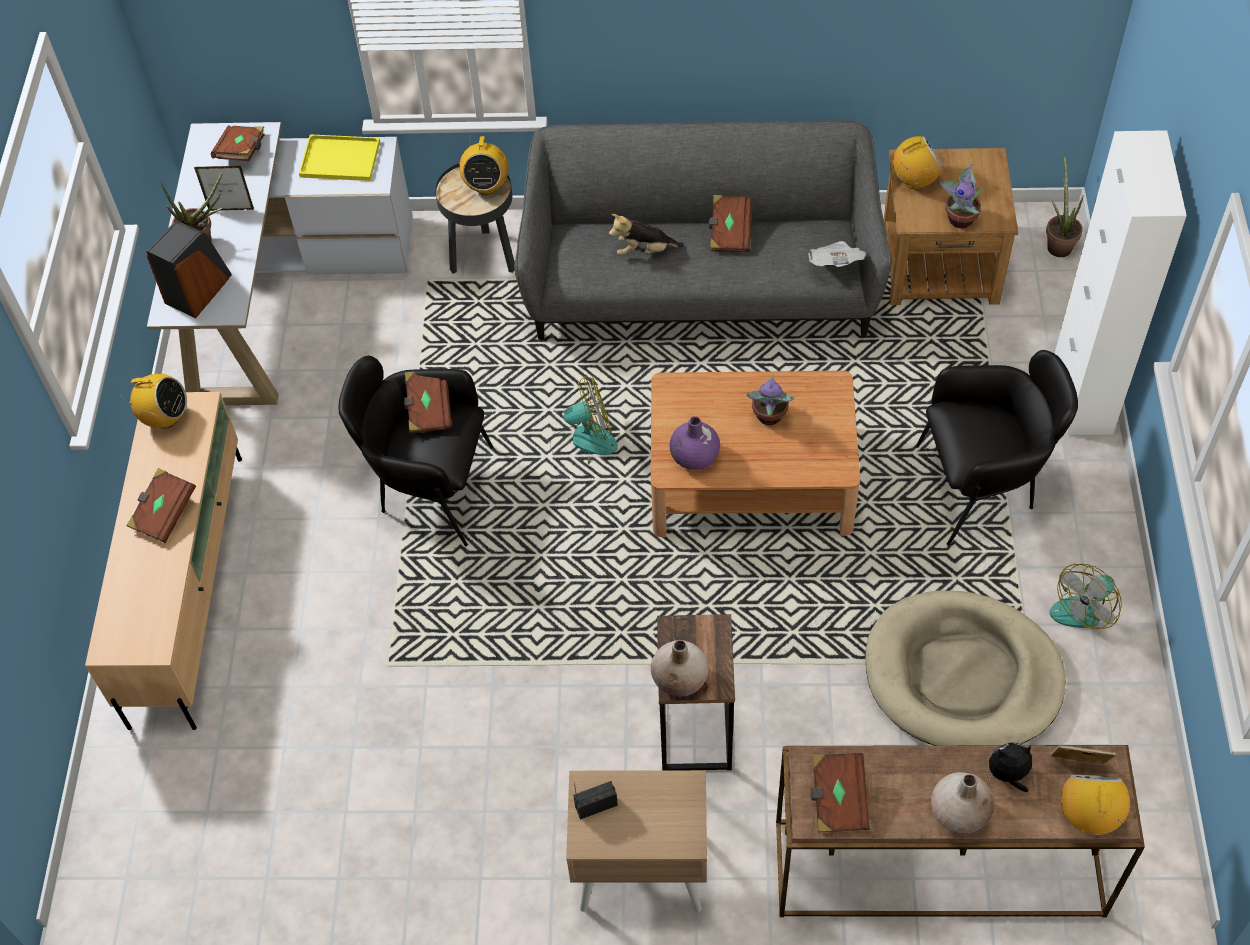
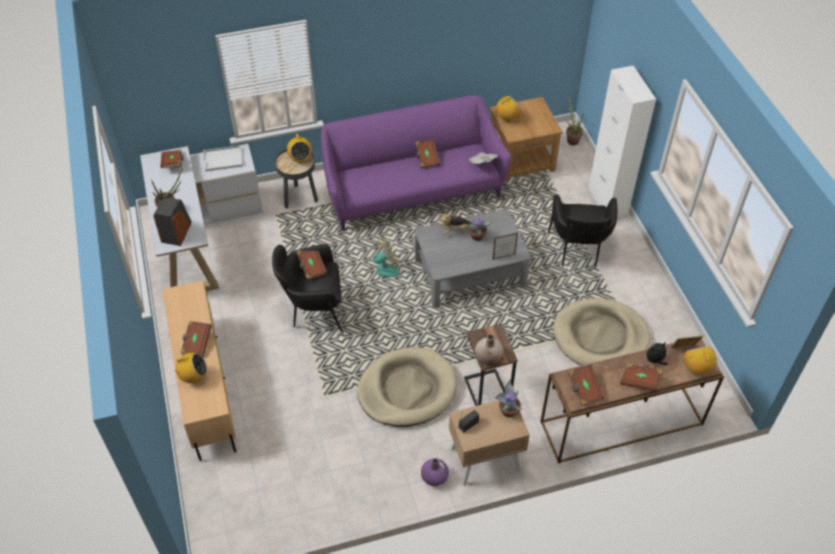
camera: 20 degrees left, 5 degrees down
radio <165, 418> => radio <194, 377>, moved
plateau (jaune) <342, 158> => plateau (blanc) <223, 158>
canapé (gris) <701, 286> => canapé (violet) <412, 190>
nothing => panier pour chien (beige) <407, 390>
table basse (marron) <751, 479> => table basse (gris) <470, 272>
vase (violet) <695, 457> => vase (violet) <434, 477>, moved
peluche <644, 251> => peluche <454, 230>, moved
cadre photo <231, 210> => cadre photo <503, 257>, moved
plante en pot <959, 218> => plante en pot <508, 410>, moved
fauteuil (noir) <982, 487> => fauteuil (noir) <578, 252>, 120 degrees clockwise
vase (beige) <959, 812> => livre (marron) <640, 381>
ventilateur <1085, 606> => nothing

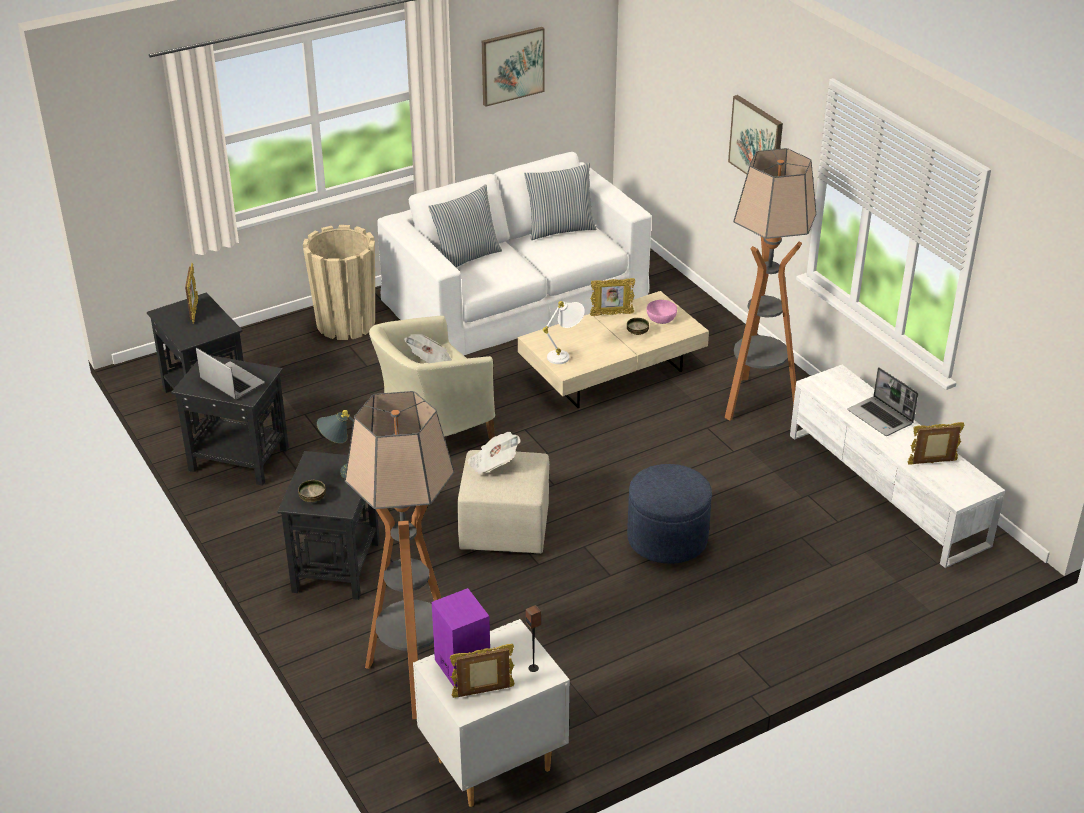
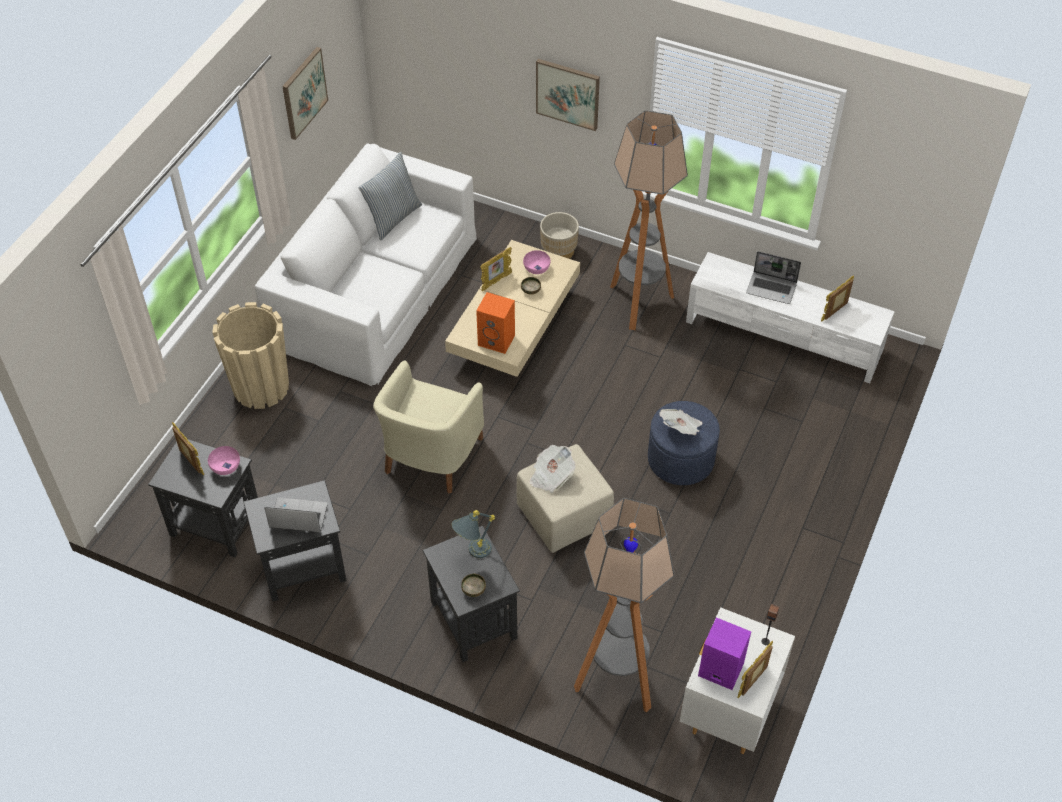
camera: 35 degrees left, 15 degrees up
nothing => bol (rose) <225, 467>
lampe de table (blanc) <565, 355> => enceinte (orange) <497, 340>
nothing => cache-pot (beige) <559, 251>
journal <430, 361> => journal <681, 428>, moved
coussin <466, 257> => nothing

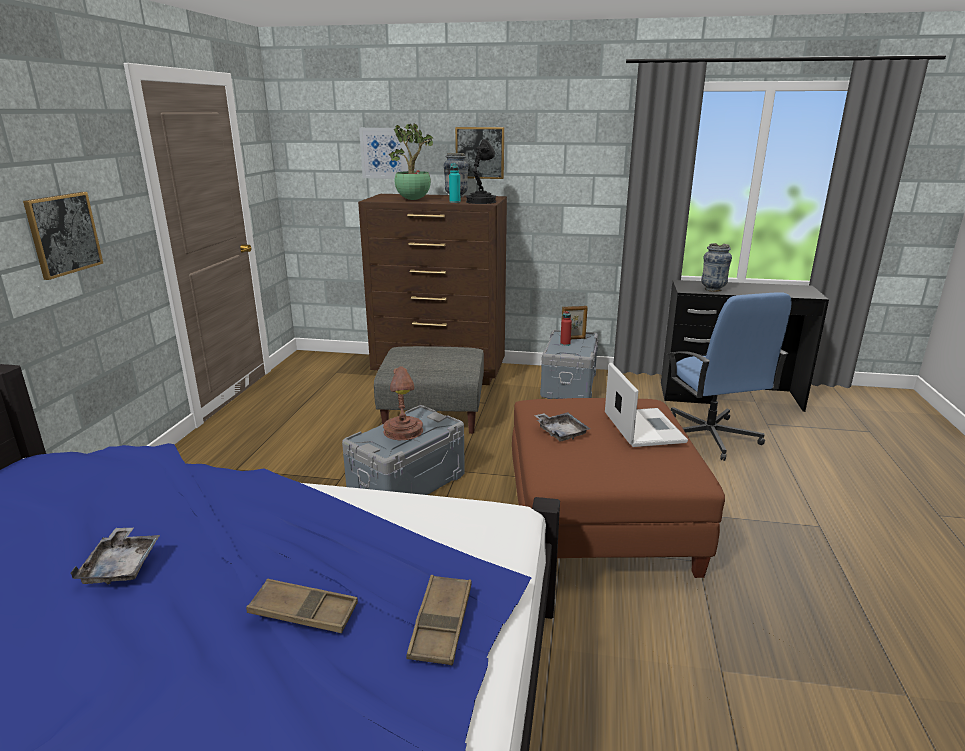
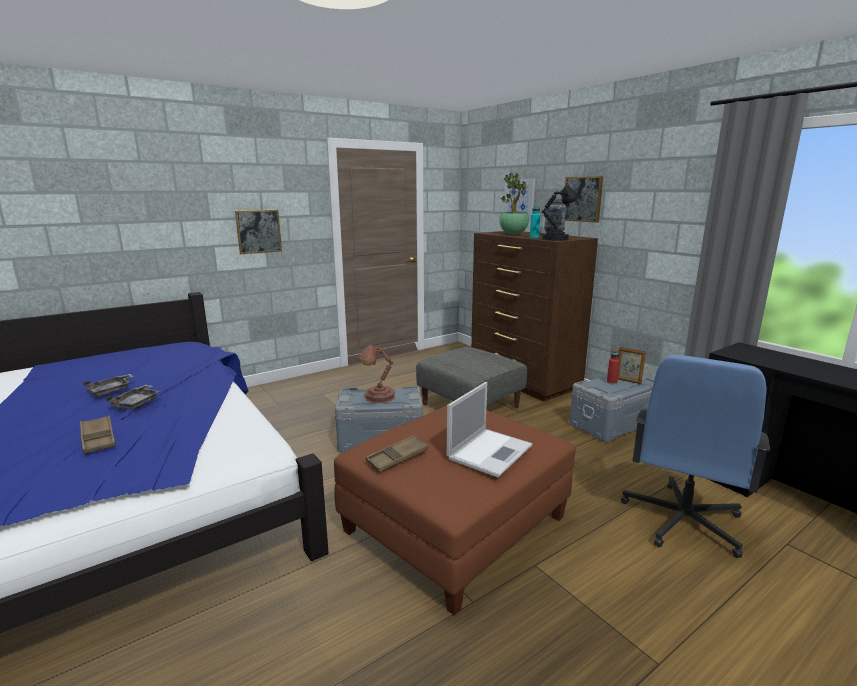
camera: 45 degrees right, 5 degrees down
plateau (gris) <561, 432> => plateau (gris) <137, 403>, moved
plateau (marron) <441, 624> => plateau (marron) <397, 457>, moved
vase <713, 289> => nothing

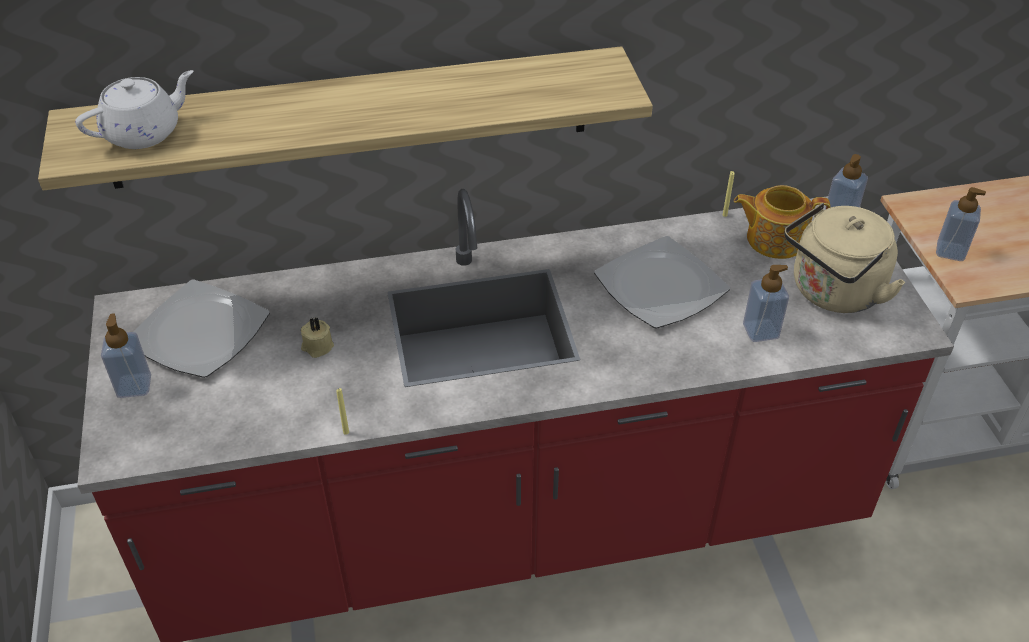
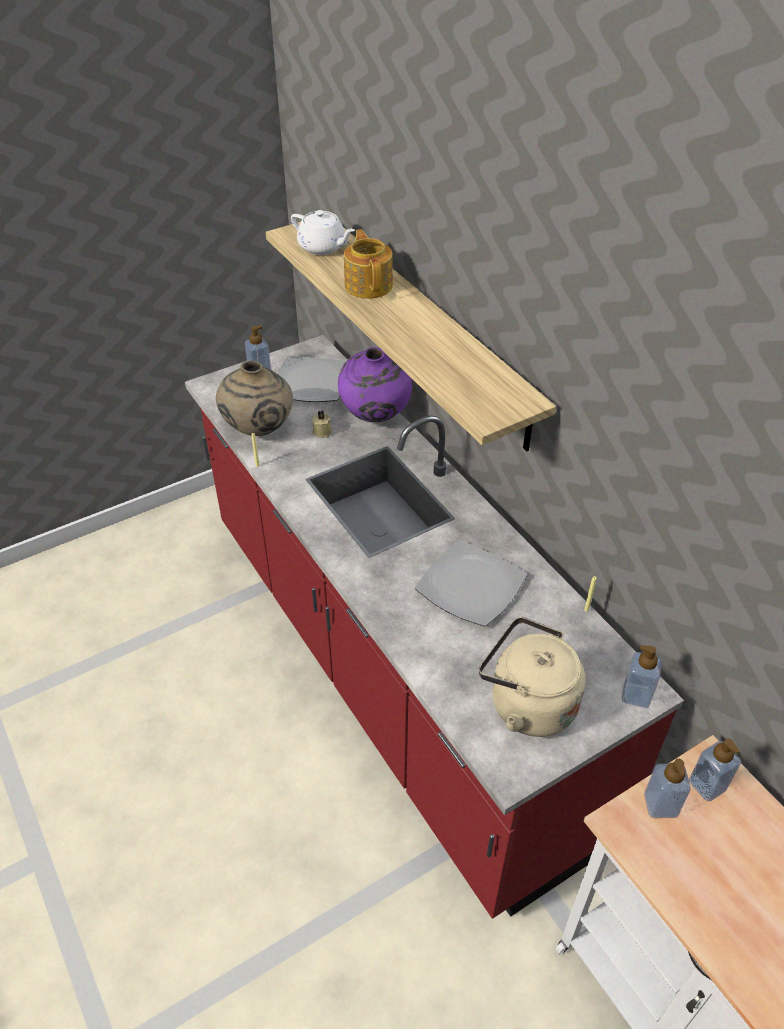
camera: 70 degrees right, 0 degrees up
nothing => vase (beige) <258, 430>
nothing => vase (violet) <376, 417>
théière <774, 239> => théière <369, 285>, moved
distributeur de savon <760, 331> => distributeur de savon <707, 785>, moved

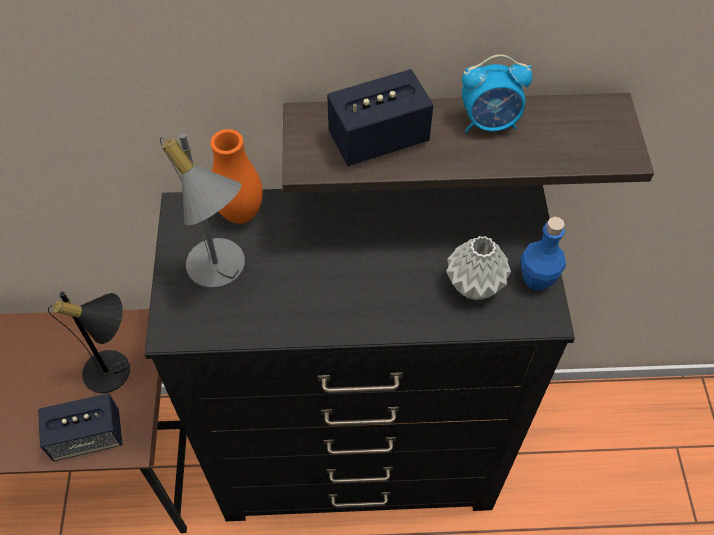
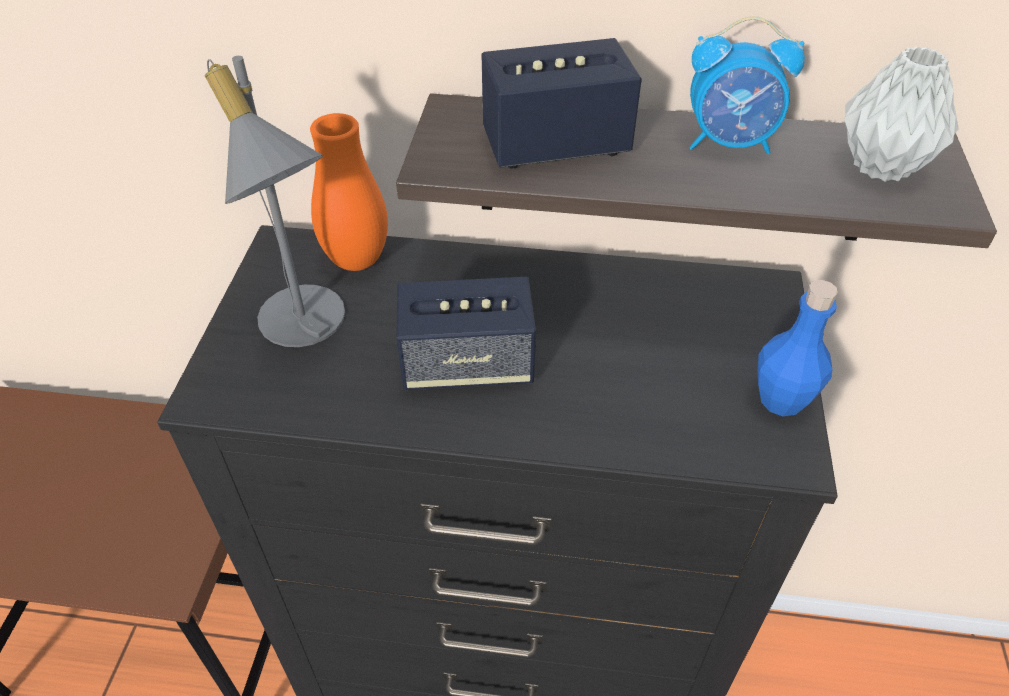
camera: 10 degrees right, 10 degrees down
enceinte <87, 436> => enceinte <467, 365>, moved
vase (gris) <473, 286> => vase (gris) <879, 166>, moved
lampe de table (noir) <116, 371> => nothing

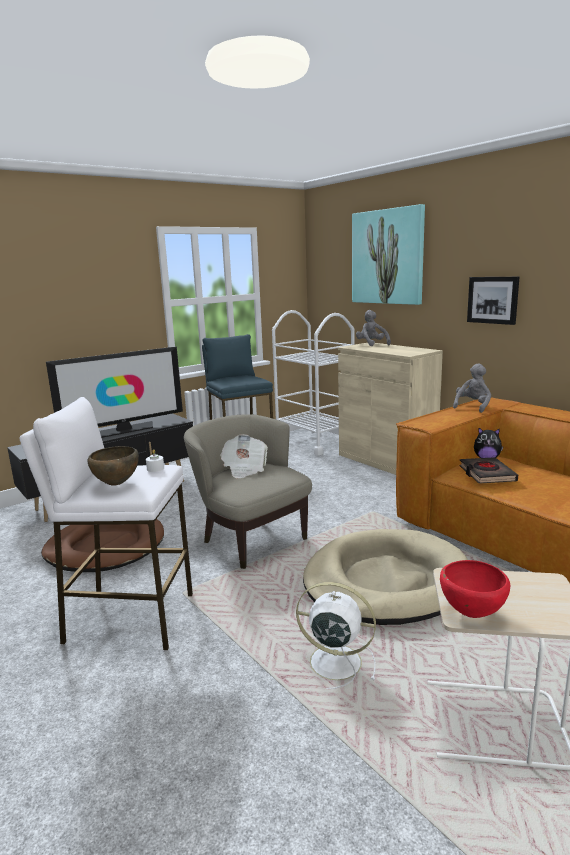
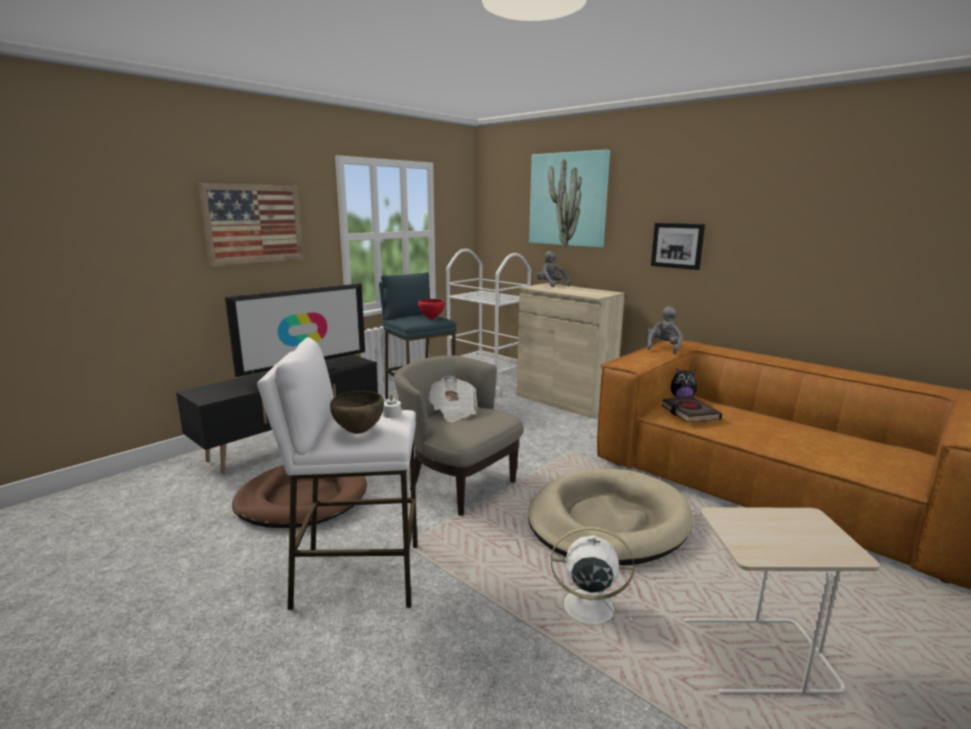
camera: 10 degrees left, 0 degrees up
nothing => tableau <254, 224>
bol (rouge) <471, 614> => bol (rouge) <431, 318>, moved

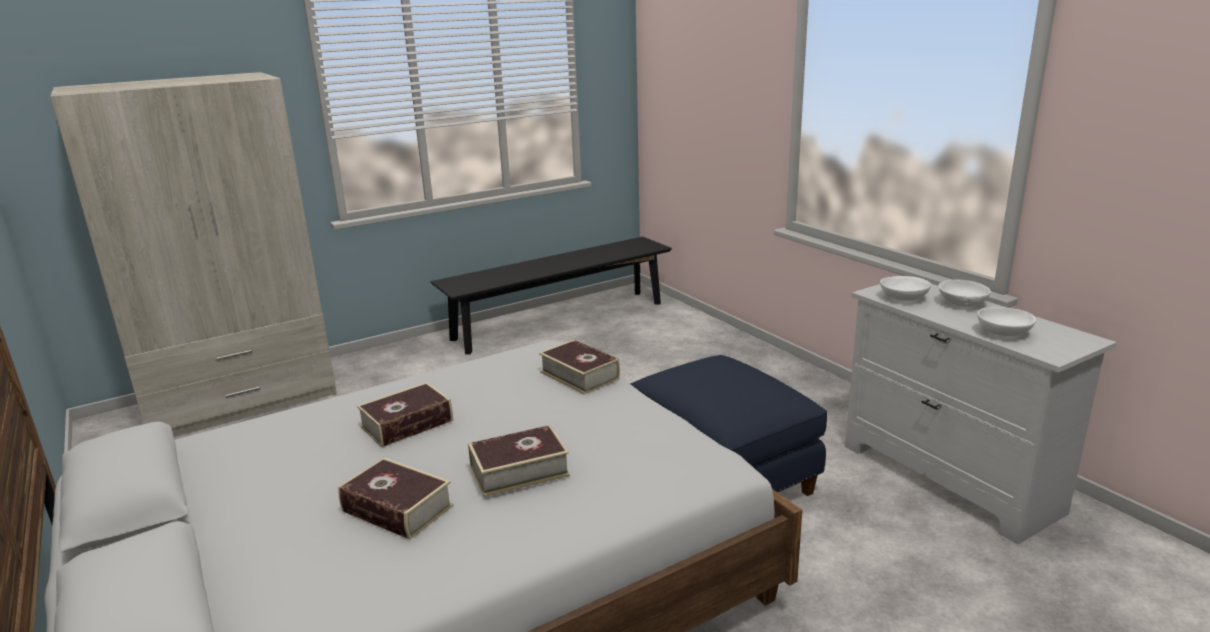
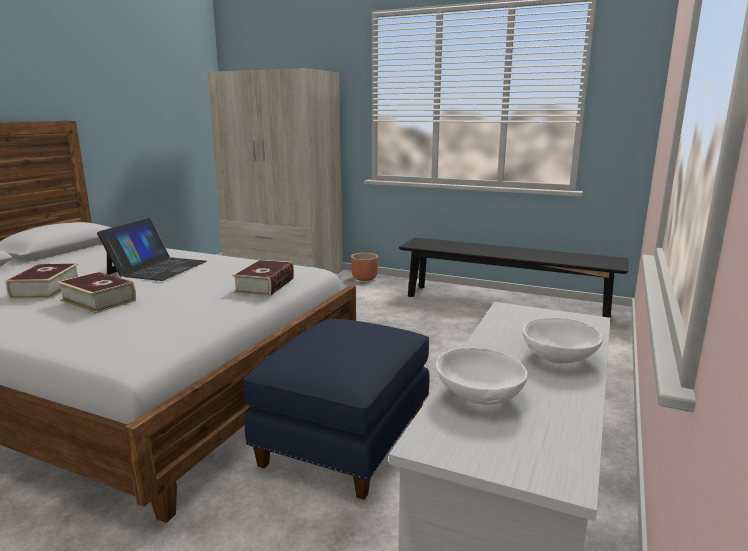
camera: 55 degrees right, 5 degrees down
livre <407, 424> => ordinateur portable <157, 268>
nothing => cache-pot (marron) <364, 279>
bol (blanc) <903, 299> => nothing

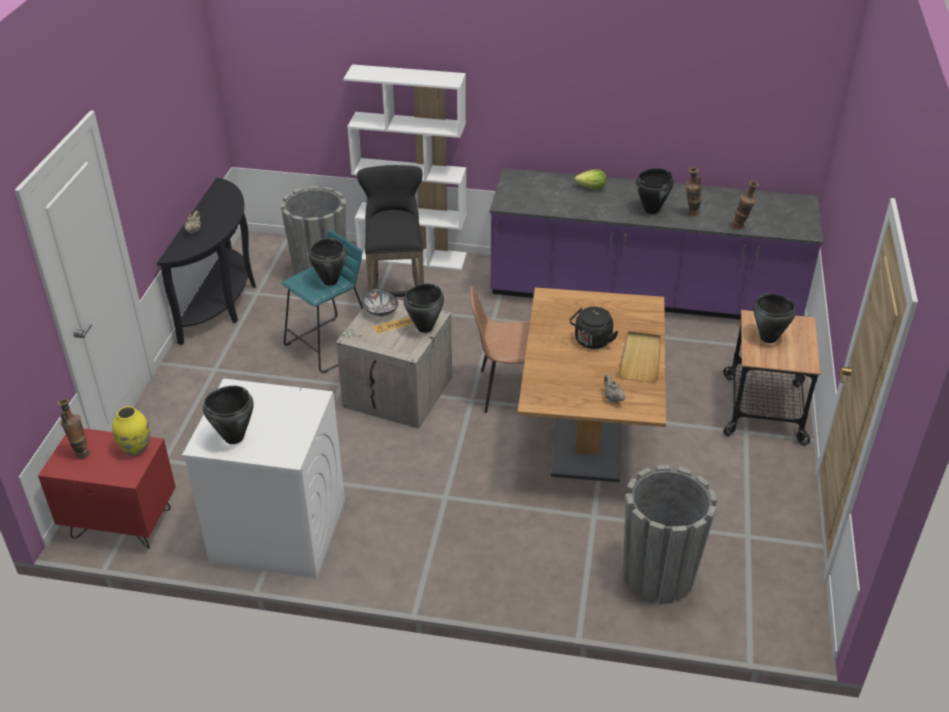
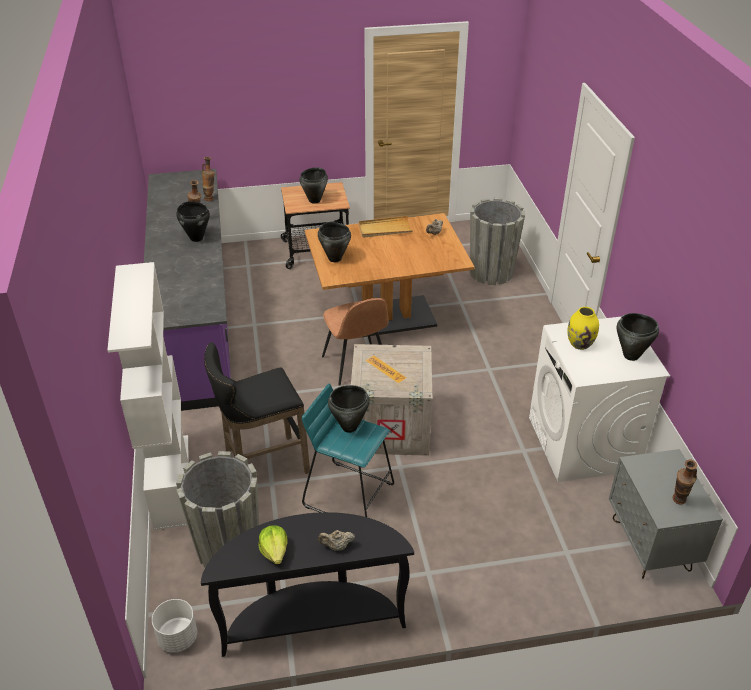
camera: 110 degrees left, 0 degrees up
nothing => cache-pot (blanc) <177, 638>
laitue <591, 187> => laitue <274, 551>, moved
marmite (noir) <425, 328> => marmite (noir) <335, 258>, moved
vase (jaune) <136, 448> => vase (jaune) <580, 344>, moved
table de chevet (rouge) <121, 524> => table de chevet (gris) <650, 545>
bol <380, 311> => nothing
bouilloire (noir) <592, 342> => nothing

